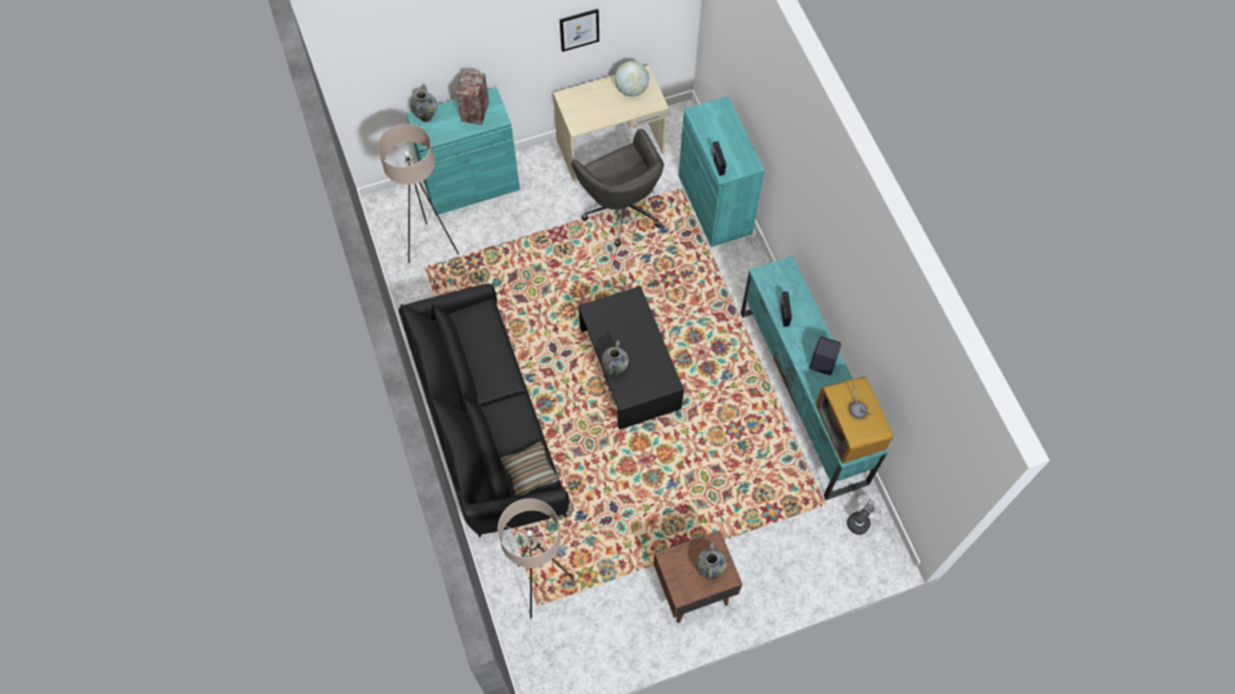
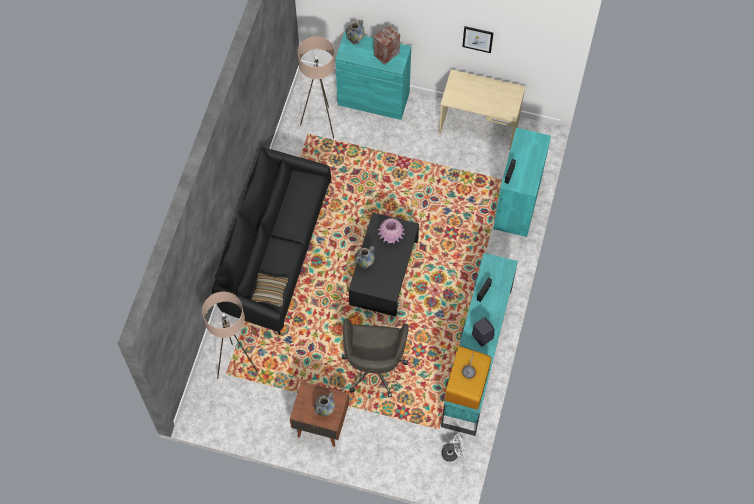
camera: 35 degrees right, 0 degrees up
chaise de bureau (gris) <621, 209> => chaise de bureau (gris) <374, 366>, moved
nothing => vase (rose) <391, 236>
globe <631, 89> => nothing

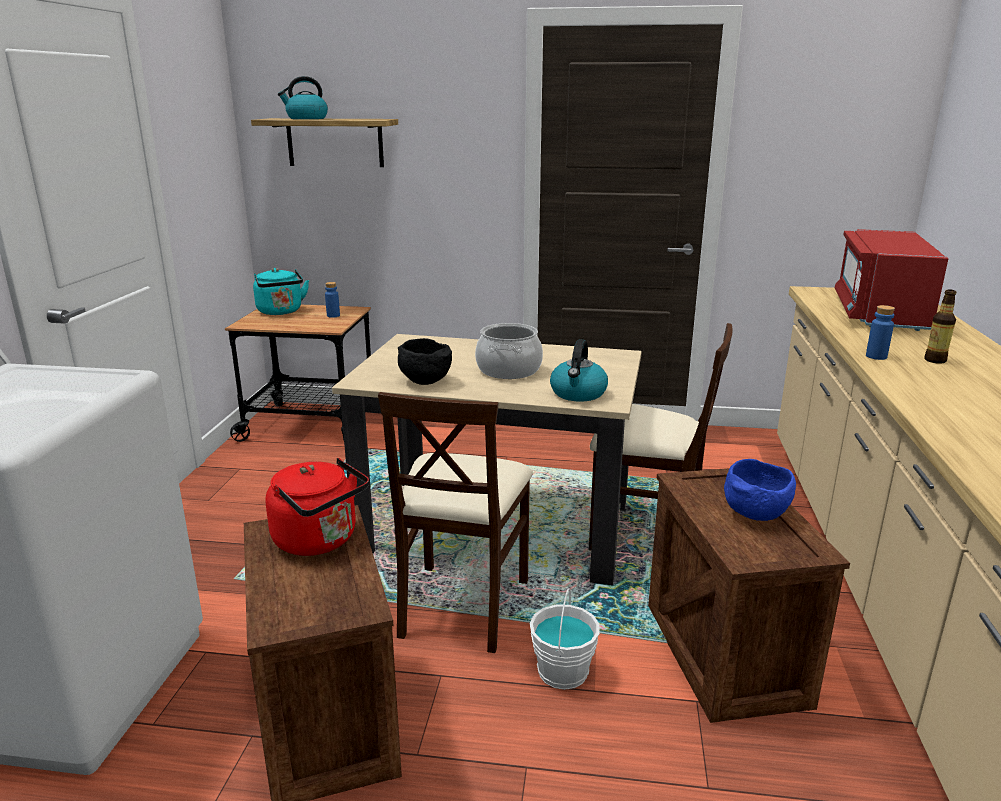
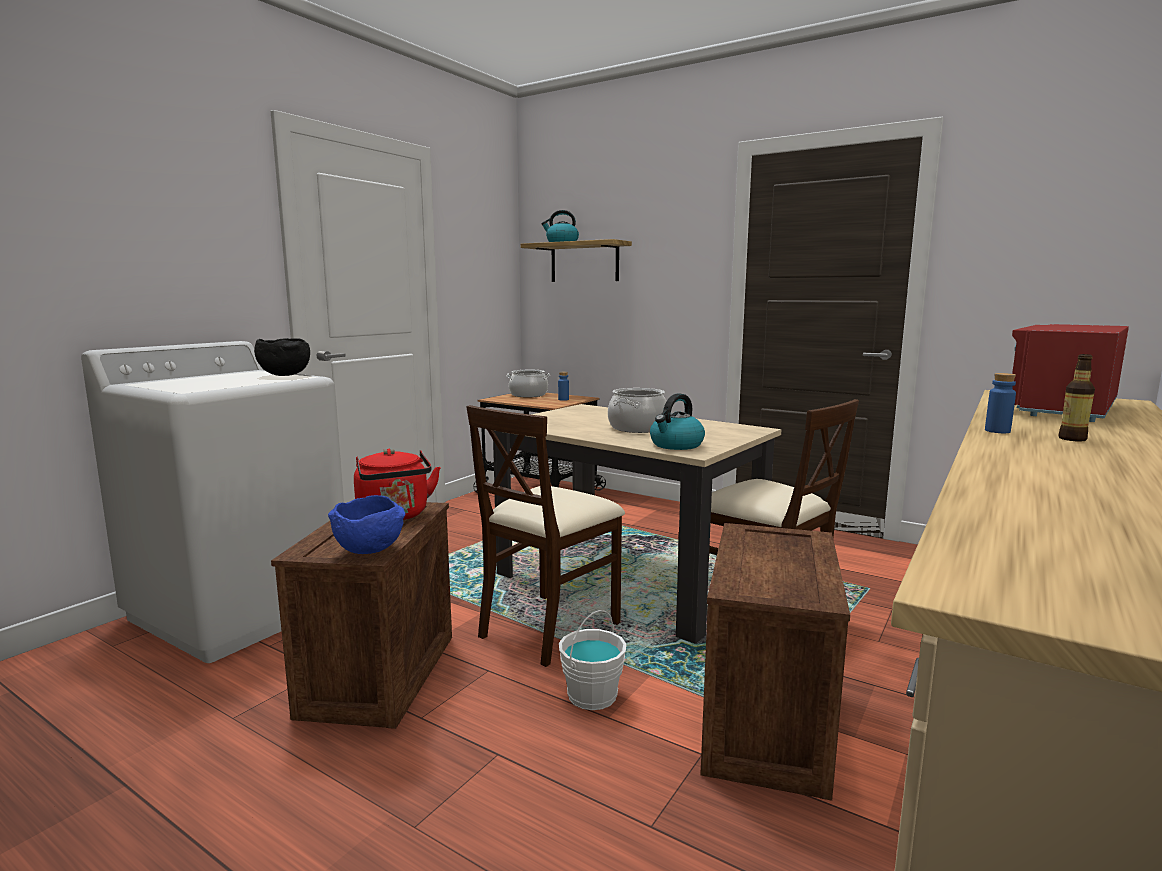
camera: 25 degrees right, 10 degrees down
bol (noir) <423, 382> => bol (noir) <284, 375>, moved
bol (bleu) <755, 513> => bol (bleu) <371, 550>, moved
bouilloire (turquoise) <281, 312> => marmite <528, 395>

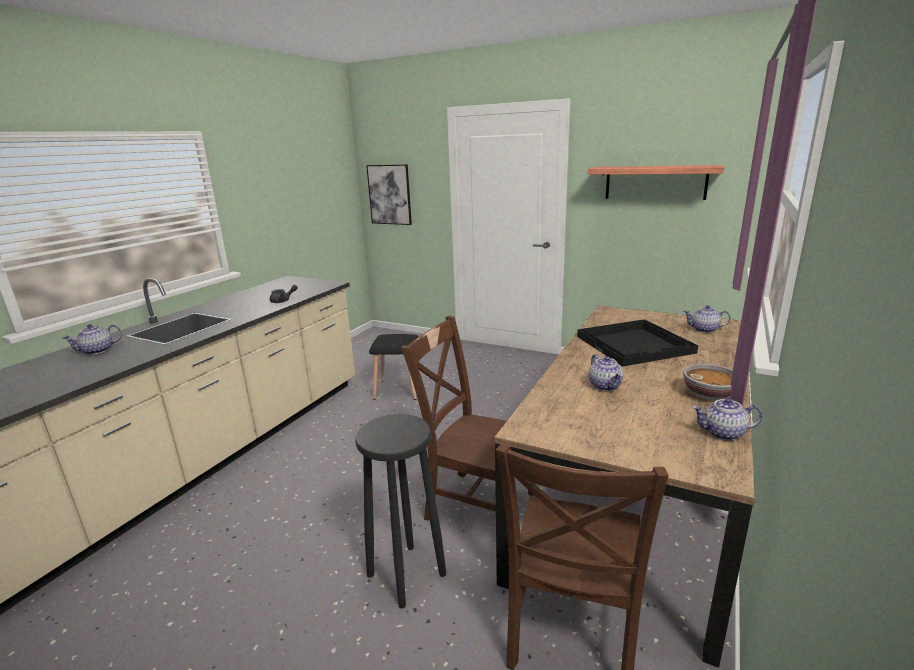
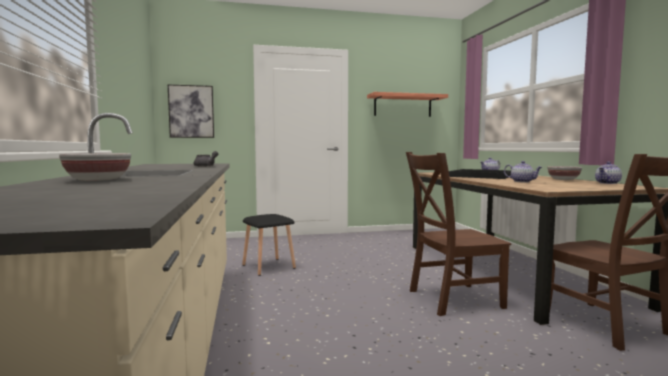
camera: 40 degrees left, 15 degrees down
théière <97, 351> => bol <98, 180>
tabouret (noir) <406, 574> => nothing

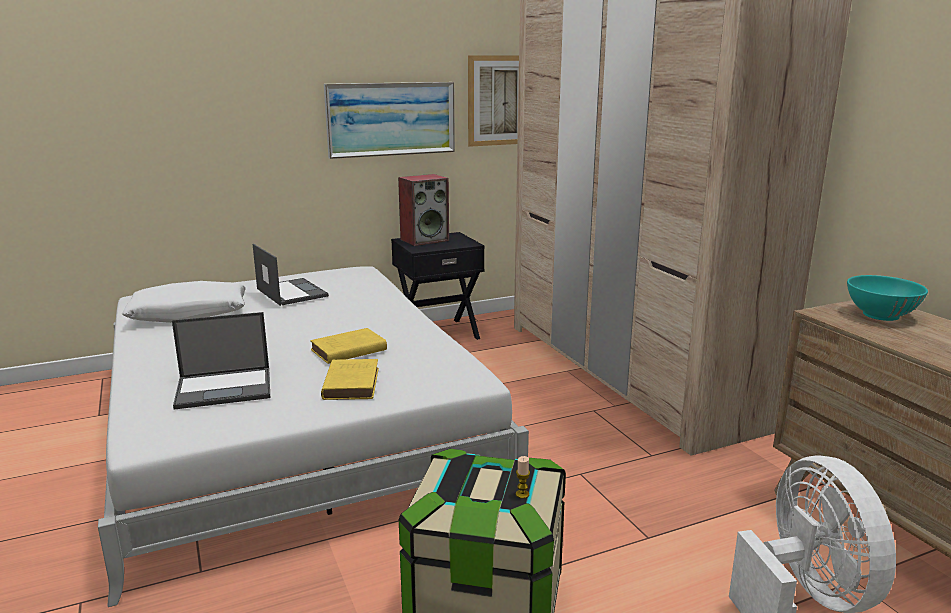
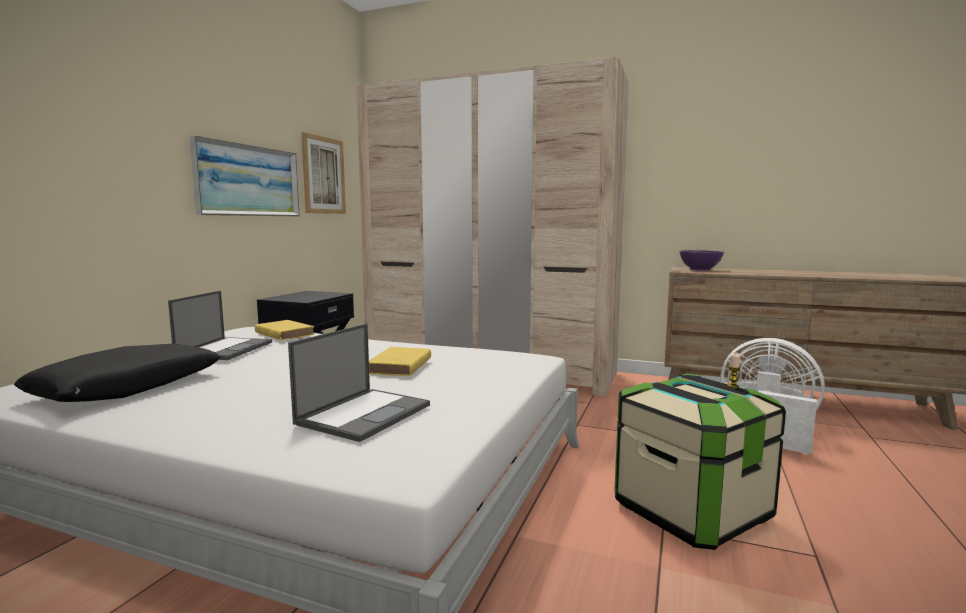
camera: 45 degrees left, 10 degrees down
coussin (blanc) <189, 314> => coussin (noir) <128, 388>
ordinateur portable <291, 292> => ordinateur portable <225, 349>, 90 degrees clockwise
livre (jaune) <351, 383> => livre (jaune) <284, 333>, moved
bol (turquoise) <880, 315> => bol (violet) <699, 269>
enceinte <425, 240> => nothing

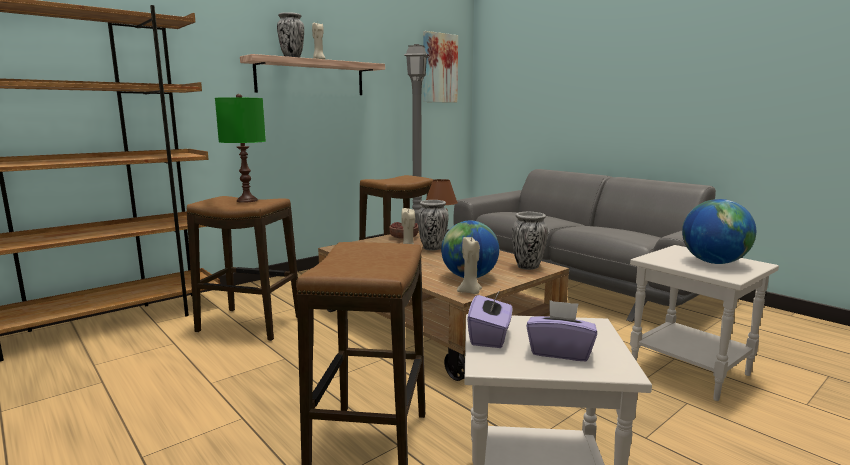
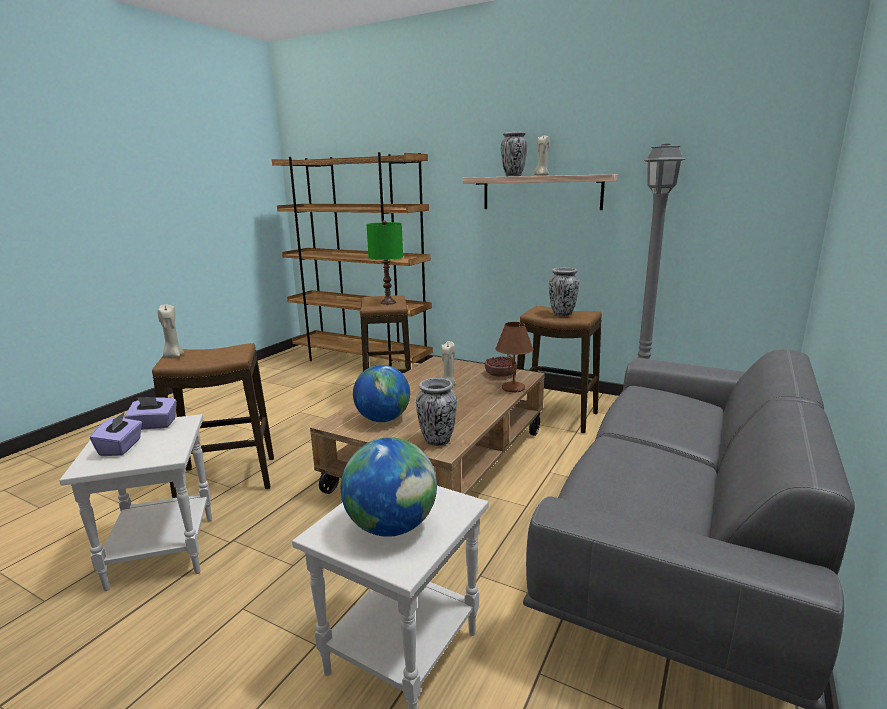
camera: 70 degrees right, 5 degrees up
bougie (beige) <470, 292> => bougie (beige) <173, 356>, moved
vase <432, 248> => vase <562, 314>, moved
tableau <439, 68> => nothing

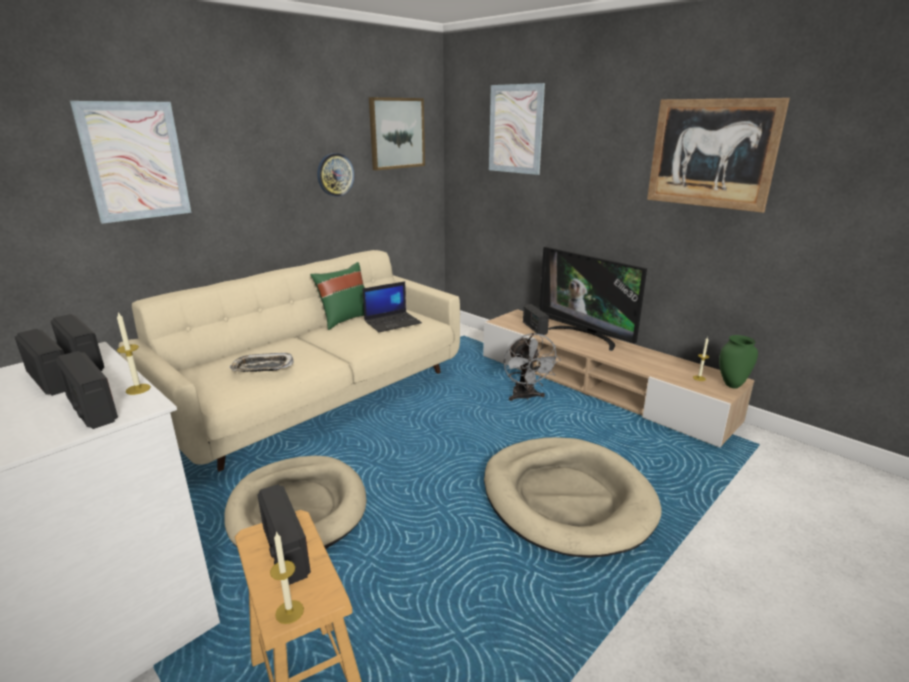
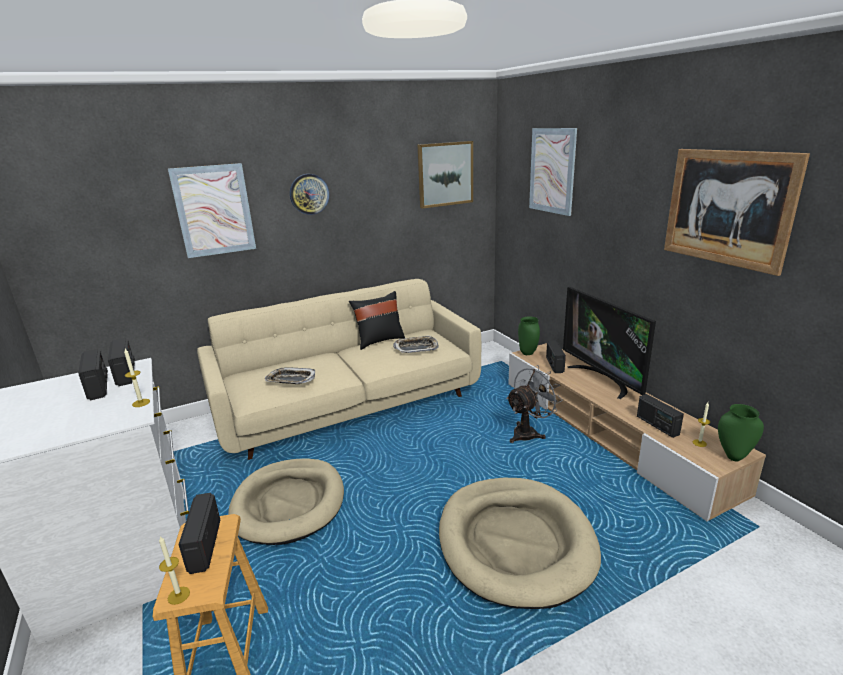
camera: 20 degrees right, 0 degrees up
horloge murale <335, 174> => horloge murale <309, 194>, moved
coussin (vert) <344, 319> => coussin (noir) <379, 340>
ordinateur portable <393, 322> => plateau <416, 348>
ventilateur (gris) <525, 397> => ventilateur (gris) <528, 433>, 135 degrees counterclockwise
nothing => vase (vert) <528, 353>
radio <91, 409> => radio <657, 425>, moved

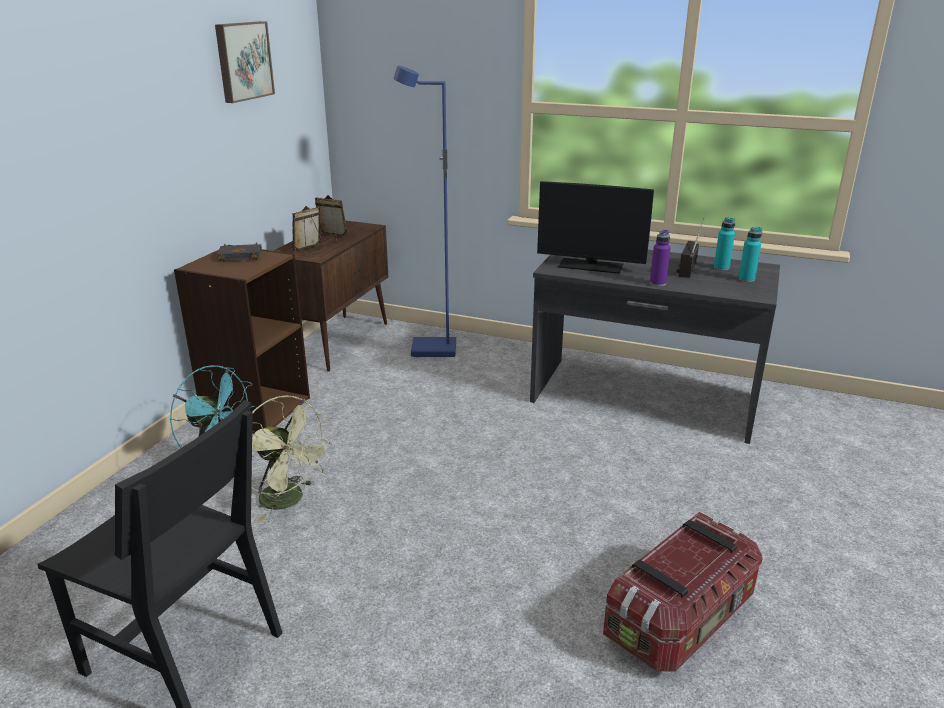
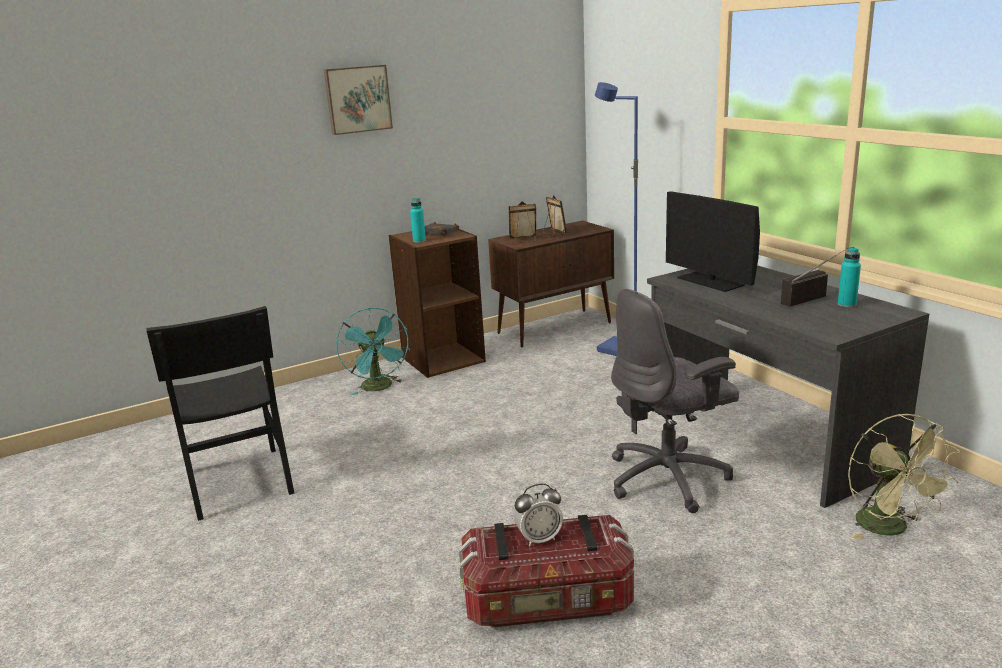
camera: 40 degrees right, 5 degrees down
tableau <243, 61> => tableau <357, 99>, moved
bouteille (turquoise) <746, 279> => bouteille (turquoise) <419, 241>, moved
nothing => réveil <539, 538>
nothing => chaise de bureau (gris) <669, 478>
ventilateur (vert) <289, 500> => ventilateur (vert) <890, 529>, moved
bouteille (violet) <657, 283> => nothing

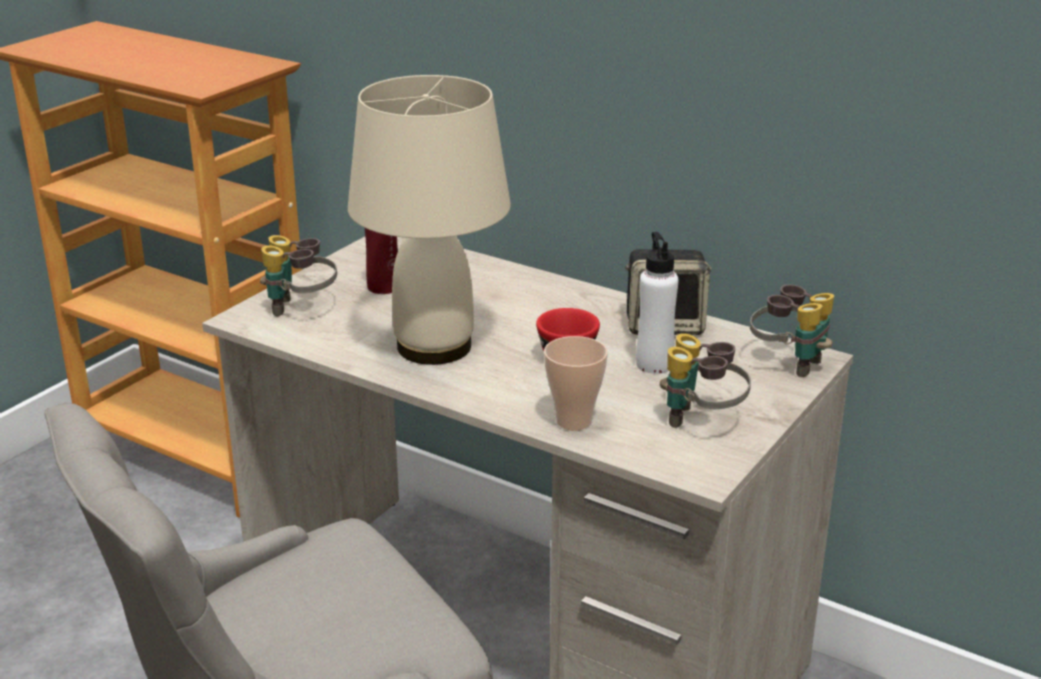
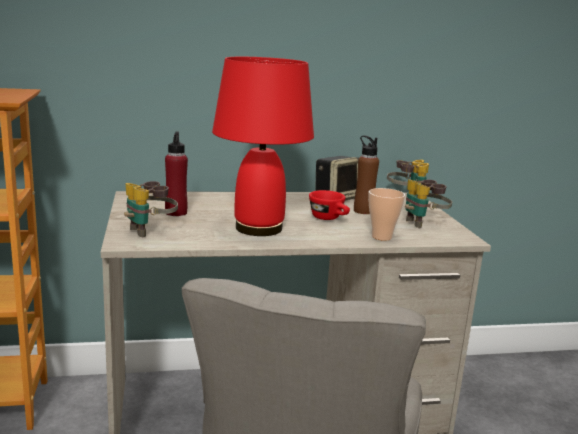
camera: 45 degrees left, 10 degrees down
lampe de table (beige) <432, 347> => lampe de table (rouge) <258, 228>
bouteille (blanc) <654, 364> => bouteille (marron) <363, 211>

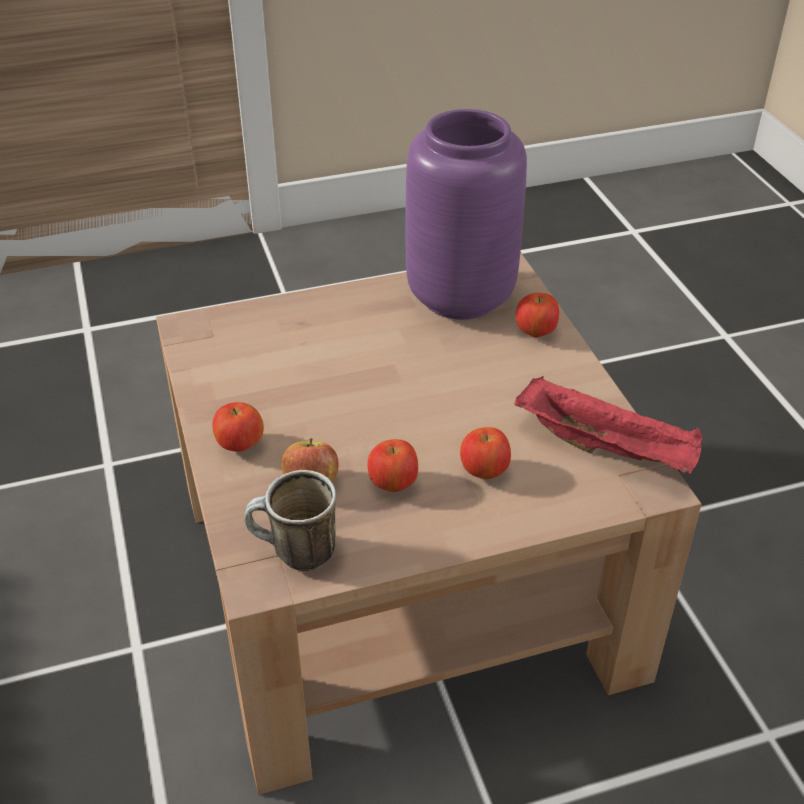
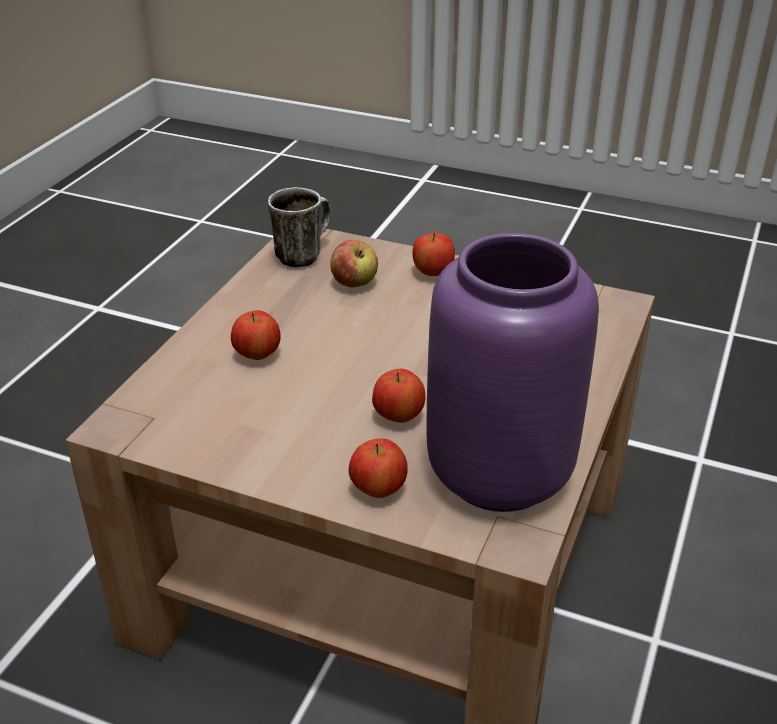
camera: 130 degrees right, 5 degrees down
pomme <393, 484> => pomme <398, 417>, moved
plateau (rouge) <607, 448> => nothing

